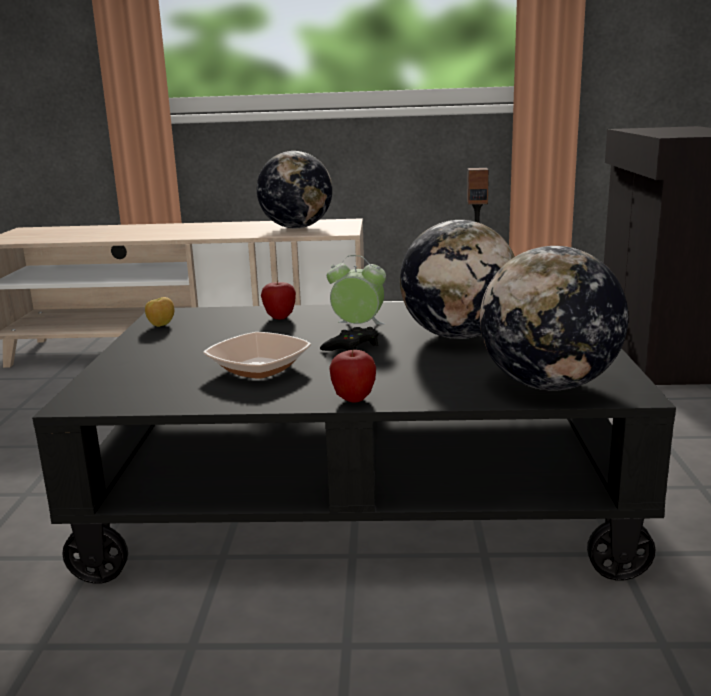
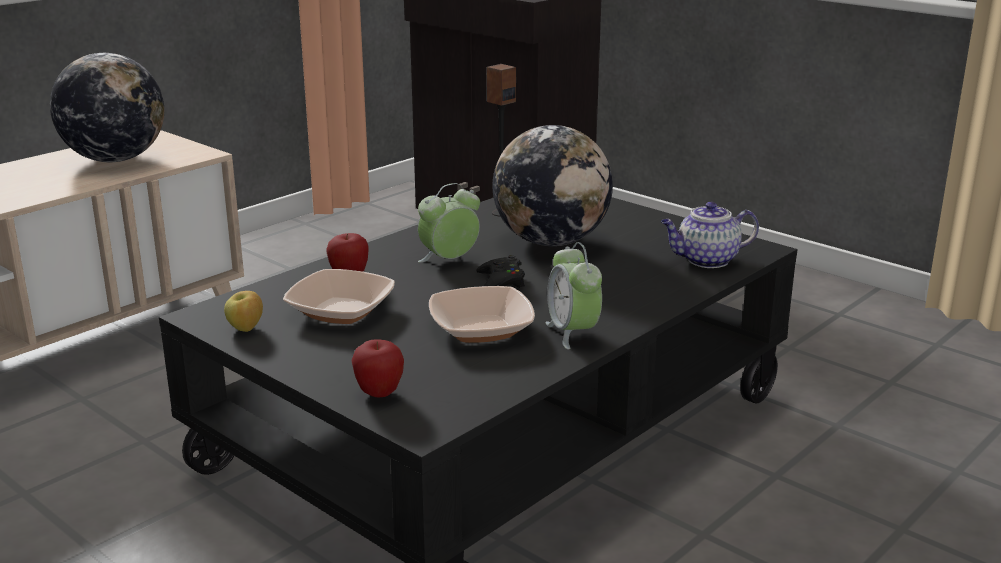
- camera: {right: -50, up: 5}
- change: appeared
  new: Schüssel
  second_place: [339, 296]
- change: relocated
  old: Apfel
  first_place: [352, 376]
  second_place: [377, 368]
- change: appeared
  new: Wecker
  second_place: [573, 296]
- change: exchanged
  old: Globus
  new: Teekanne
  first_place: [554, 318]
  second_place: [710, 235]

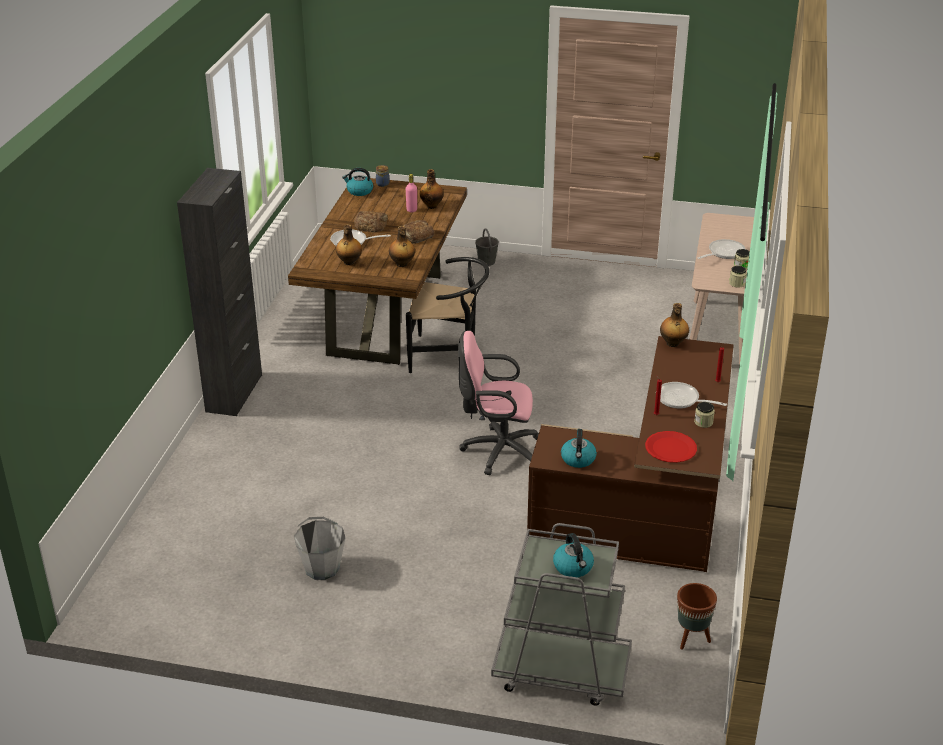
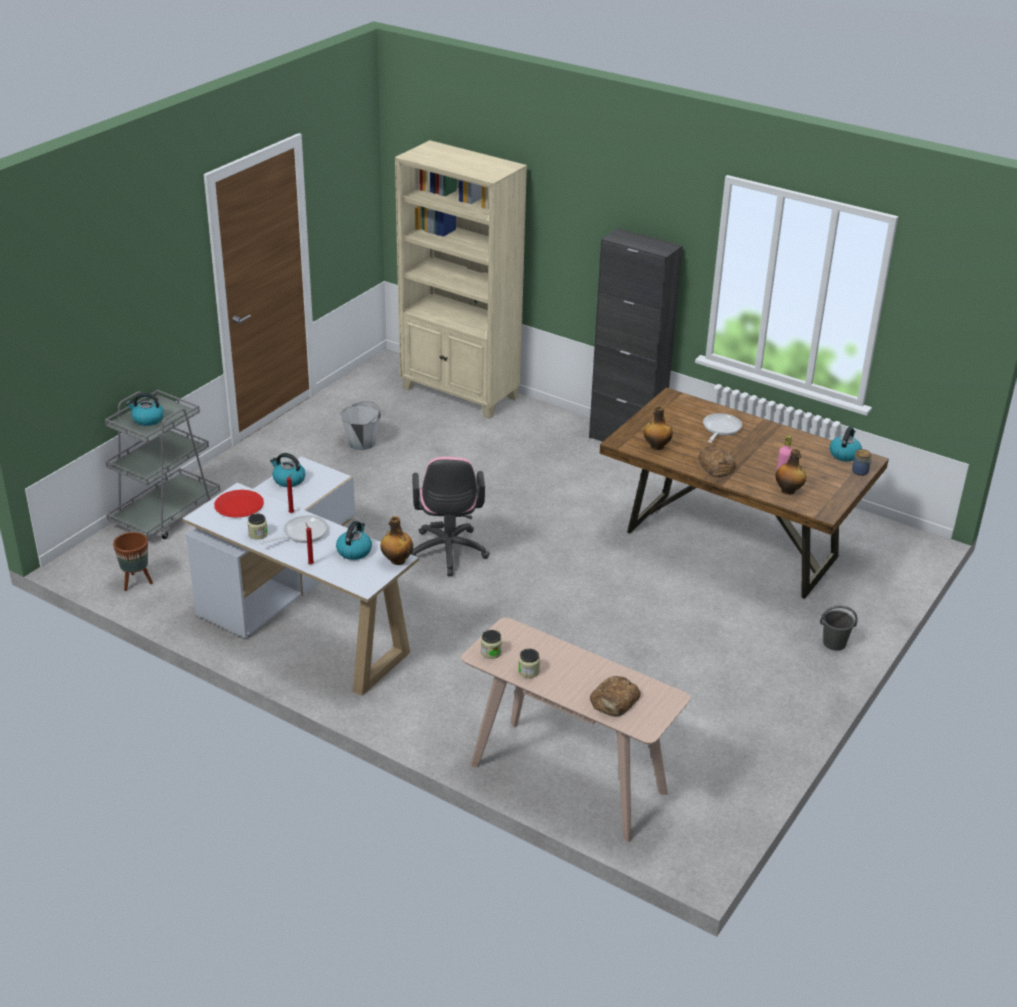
- camera: {right: 110, up: 0}
- change: colour
  old: Schreibtisch/braun
  new: Schreibtisch/weiß
  first_place: [630, 454]
  second_place: [301, 576]
- change: appeared
  new: Wasserkessel
  second_place: [354, 540]
- change: appeared
  new: Bücherregal/beige
  second_place: [461, 279]
- change: spun
  old: Bürostuhl/rosa
  first_place: [498, 403]
  second_place: [450, 516]
  degrees: 150
- change: relocated
  old: Brot
  first_place: [371, 221]
  second_place: [615, 696]
- change: missing
  old: Flasche
  first_place: [349, 244]
- change: missing
  old: Stuhl/schwarz
  first_place: [448, 315]
- change: missing
  old: Pfanne
  first_place: [721, 249]

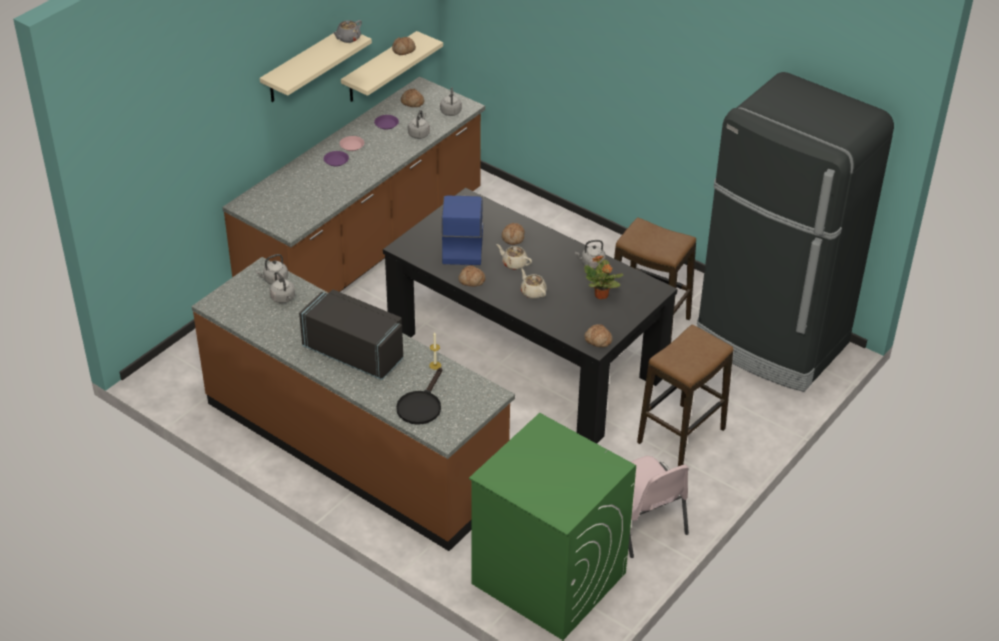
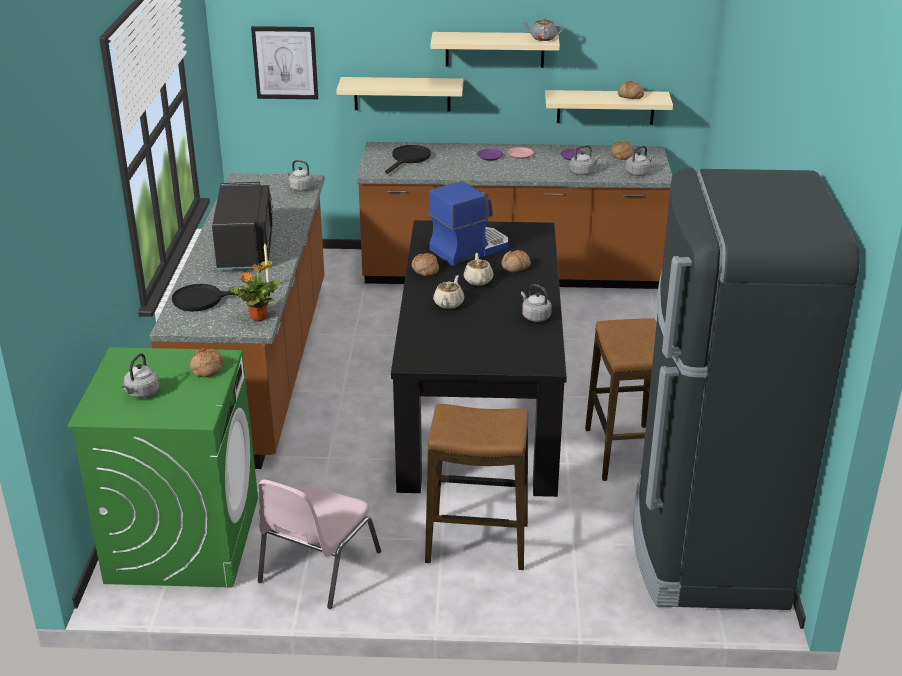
- camera: {right: 55, up: -10}
- change: relocated
  old: Wasserkessel/grau
  first_place: [282, 287]
  second_place: [141, 375]
- change: relocated
  old: Brot
  first_place: [598, 335]
  second_place: [206, 362]
- change: relocated
  old: Topfpflanze
  first_place: [604, 277]
  second_place: [254, 292]
- change: appeared
  new: Bild
  second_place: [284, 62]
- change: appeared
  new: Wandregal/beige
  second_place: [399, 94]
- change: appeared
  new: Pfanne/schwarz
  second_place: [408, 159]

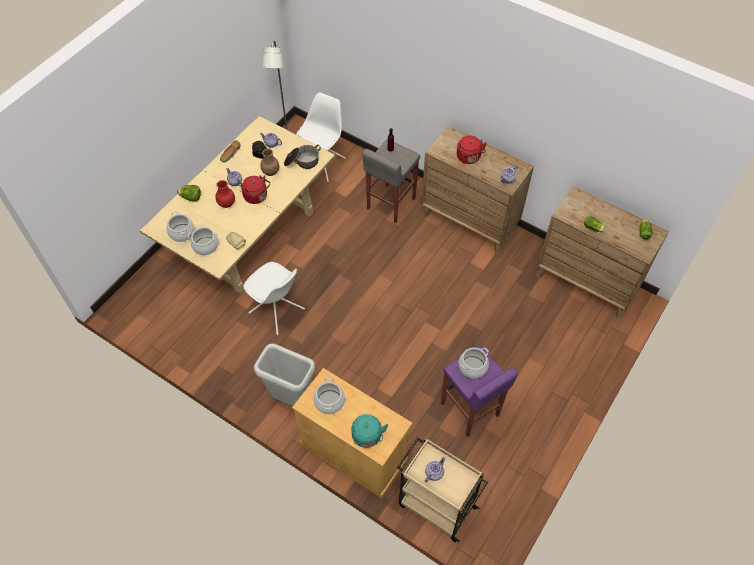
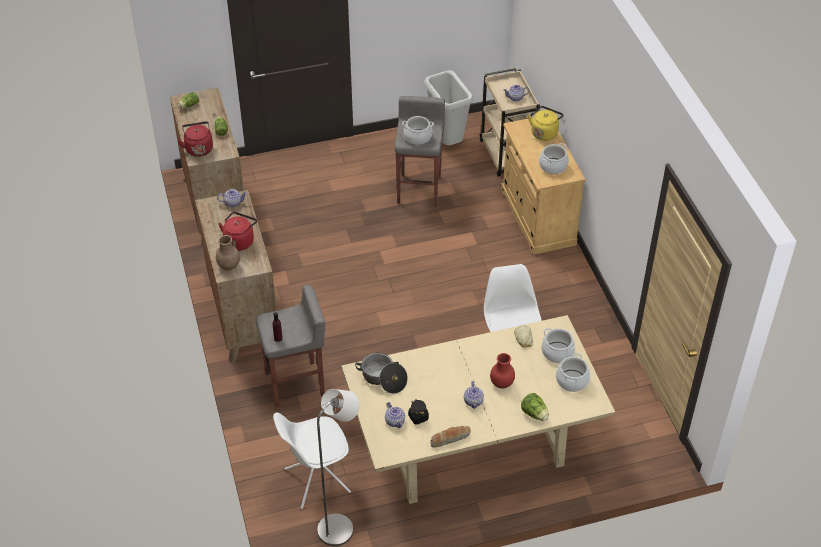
- camera: {right: -140, up: -10}
- change: relocated
  old: Wasserkessel/rot
  first_place: [255, 189]
  second_place: [195, 139]
- change: relocated
  old: Vase/braun
  first_place: [269, 162]
  second_place: [228, 252]
- change: colour
  old: Hocker/lila
  new: Hocker/grau
  first_place: [479, 391]
  second_place: [420, 151]
- change: relocated
  old: Mülleimer/grau
  first_place: [284, 374]
  second_place: [448, 107]
- change: colour
  old: Wasserkessel/türkis
  new: Wasserkessel/gelb
  first_place: [370, 431]
  second_place: [546, 123]

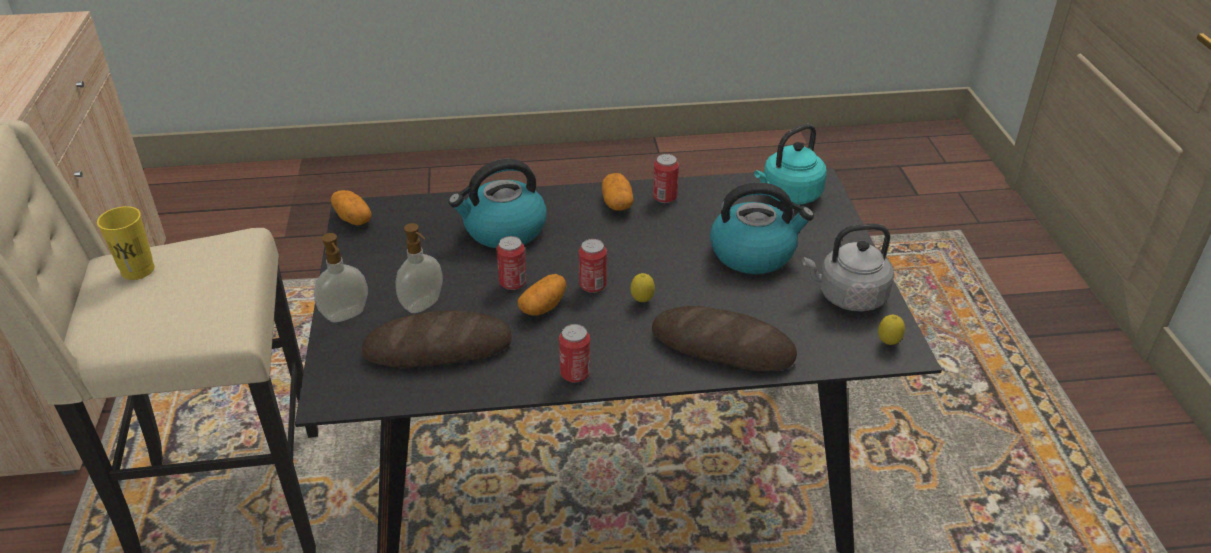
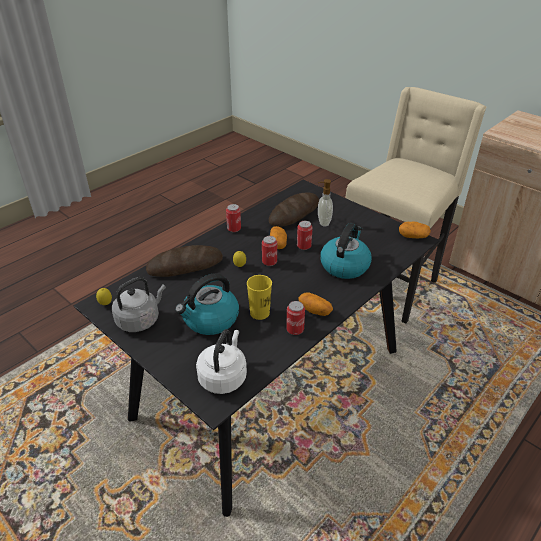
- camera: {right: 140, up: 0}
- change: colour
  old: Wasserkessel/türkis
  new: Wasserkessel/weiß
  first_place: [790, 164]
  second_place: [221, 361]
- change: relocated
  old: Tasse/gelb
  first_place: [126, 243]
  second_place: [259, 297]
- change: missing
  old: Seifenspender
  first_place: [341, 277]

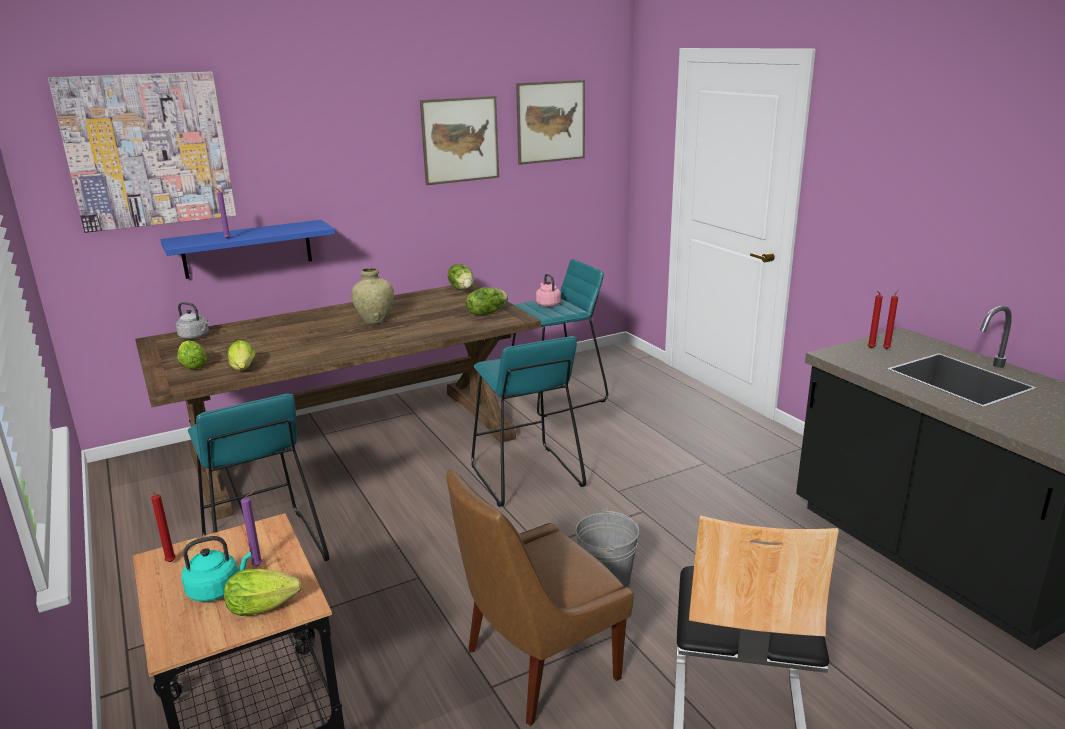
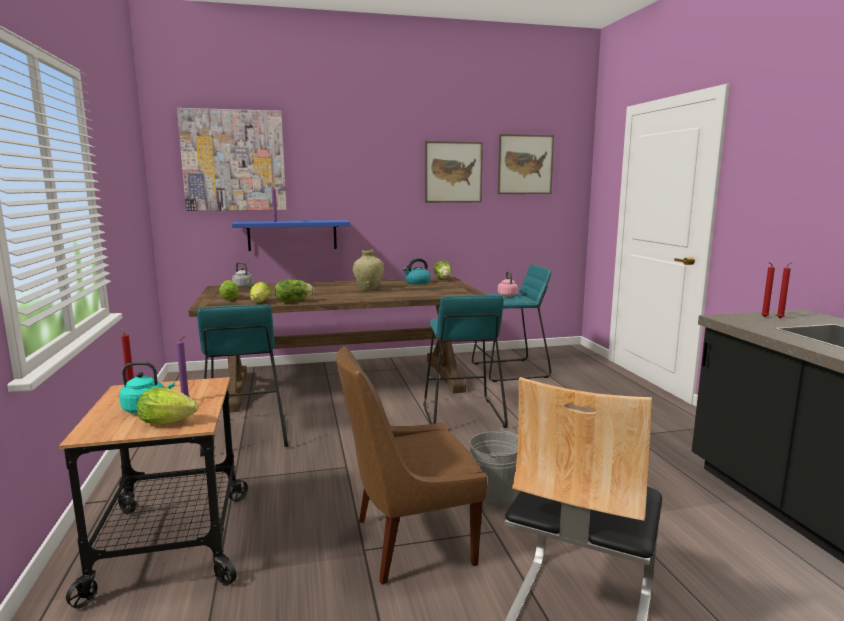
- camera: {right: 15, up: -10}
- change: relocated
  old: Salatkopf
  first_place: [487, 301]
  second_place: [294, 290]
- change: appeared
  new: Wasserkessel
  second_place: [417, 271]

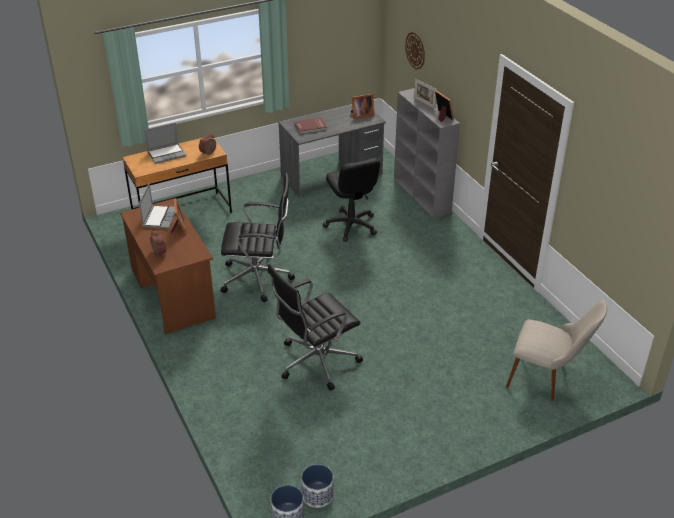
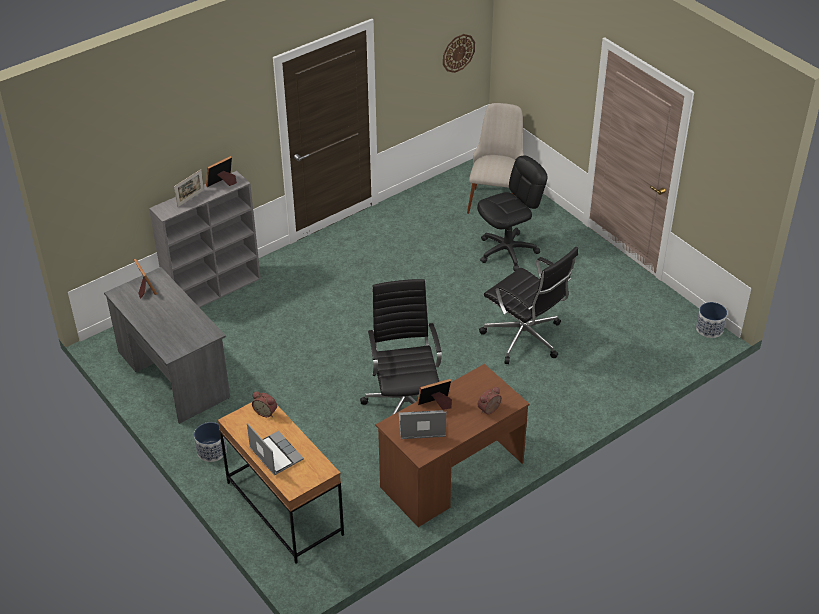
- camera: {right: -100, up: 5}
- change: relocated
  old: Pflanzkübel
  first_place: [317, 486]
  second_place: [210, 442]
- change: relocated
  old: Wanduhr
  first_place: [415, 51]
  second_place: [459, 53]
- change: relocated
  old: Bürostuhl/schwarz
  first_place: [352, 200]
  second_place: [512, 213]
- change: missing
  old: Buch/rot
  first_place: [310, 125]

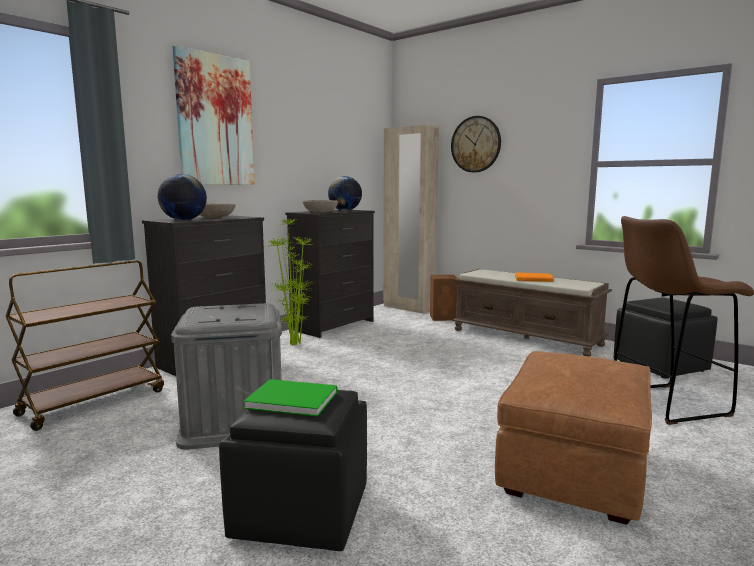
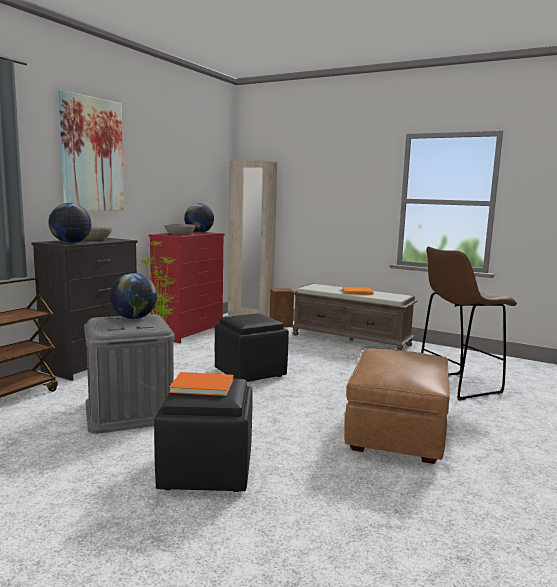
- camera: {right: -10, up: 0}
- change: appeared
  new: Globus
  second_place: [133, 296]
- change: colour
  old: Kommode/schwarz
  new: Kommode/rot
  first_place: [330, 274]
  second_place: [187, 287]
- change: colour
  old: Buch/grün
  new: Buch/orange
  first_place: [290, 398]
  second_place: [201, 384]
- change: relocated
  old: Polsterhocker/schwarz
  first_place: [666, 338]
  second_place: [252, 347]
- change: missing
  old: Wanduhr
  first_place: [476, 144]

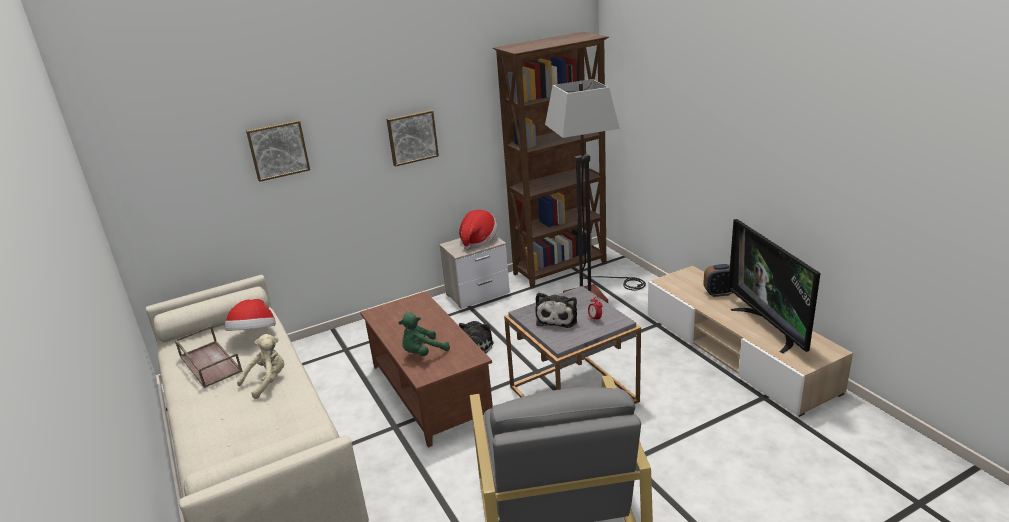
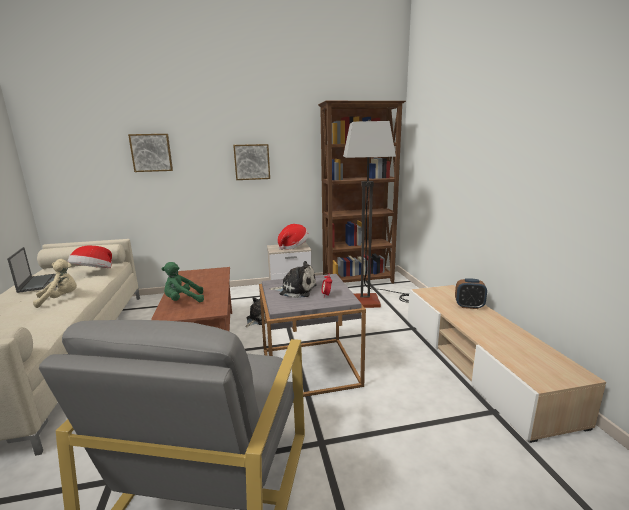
- camera: {right: 15, up: -10}
- change: exchanged
  old: Tablett/braun
  new: Laptop
  first_place: [209, 356]
  second_place: [37, 270]
- change: spun
  old: Plüschtier
  first_place: [556, 310]
  second_place: [293, 279]
  degrees: -105
- change: missing
  old: Fernseher
  first_place: [774, 286]

